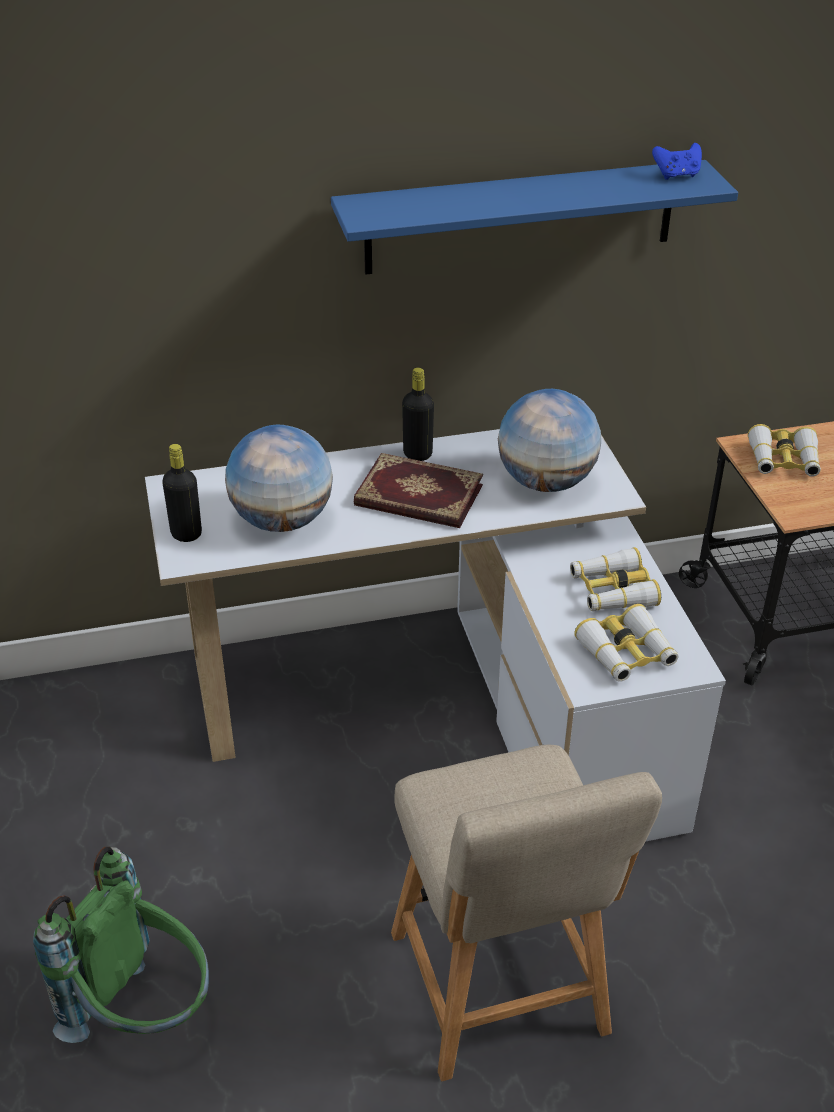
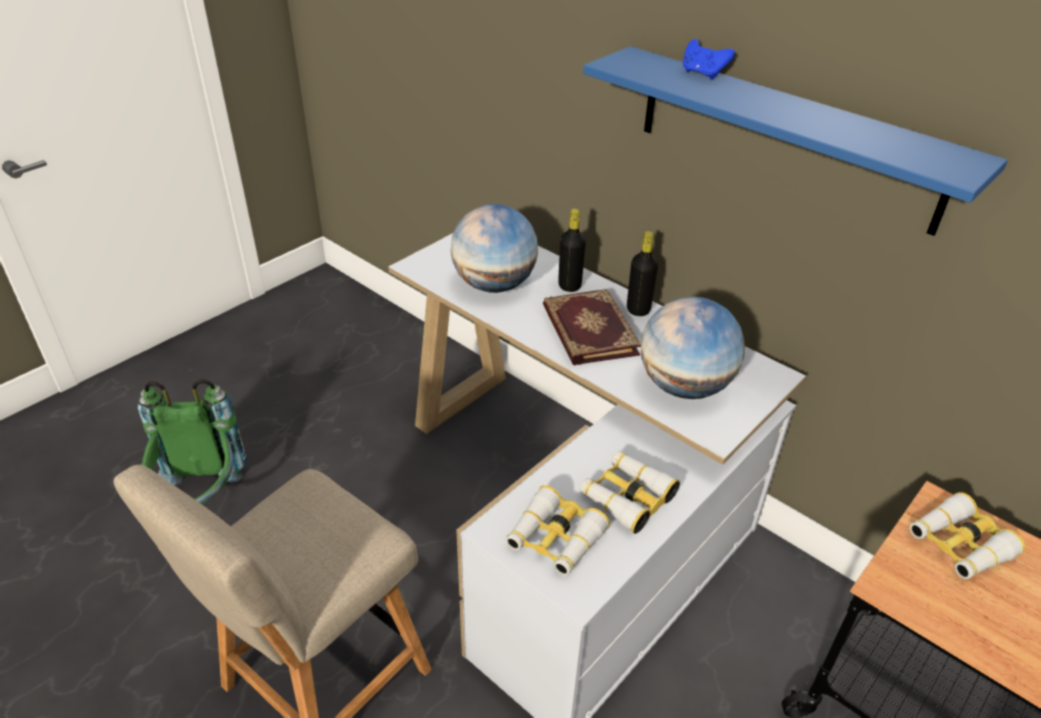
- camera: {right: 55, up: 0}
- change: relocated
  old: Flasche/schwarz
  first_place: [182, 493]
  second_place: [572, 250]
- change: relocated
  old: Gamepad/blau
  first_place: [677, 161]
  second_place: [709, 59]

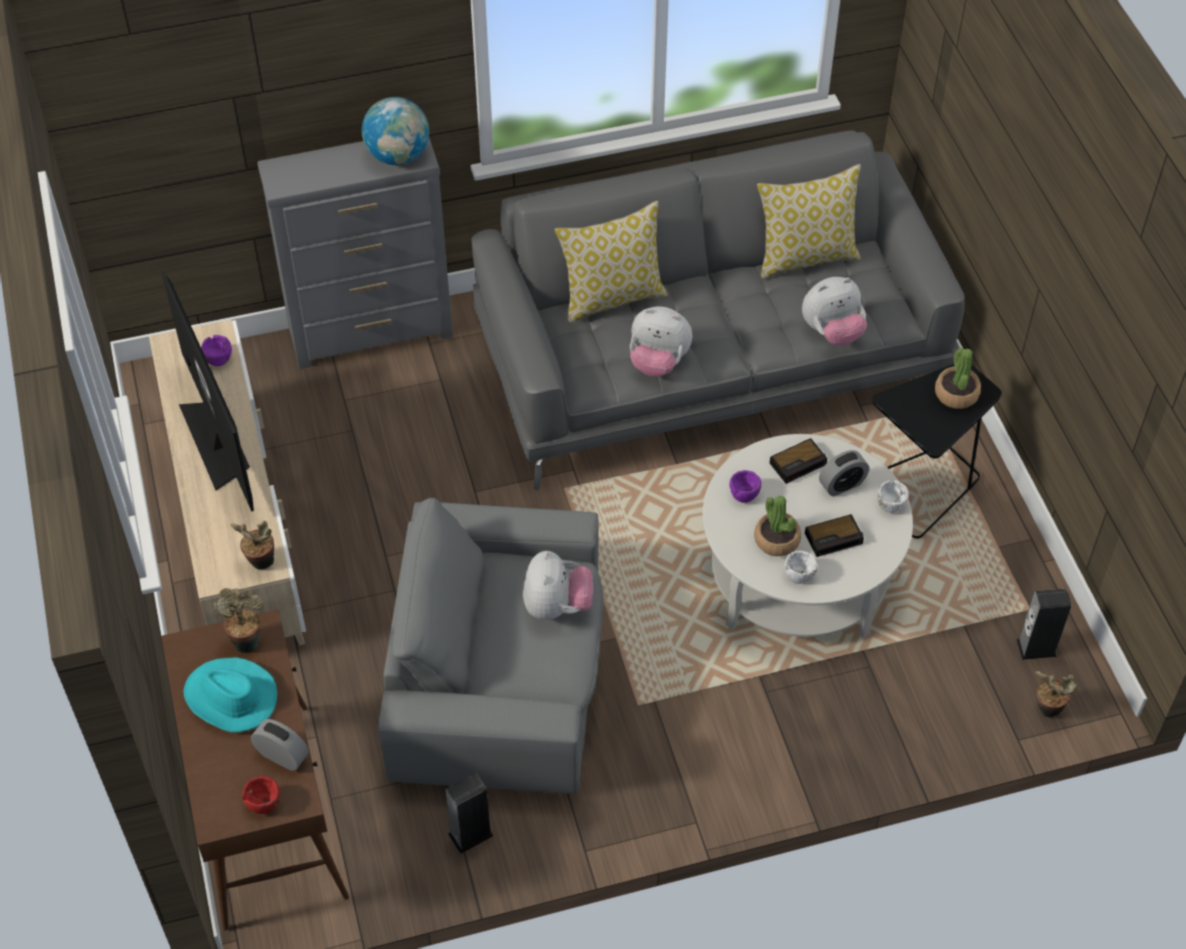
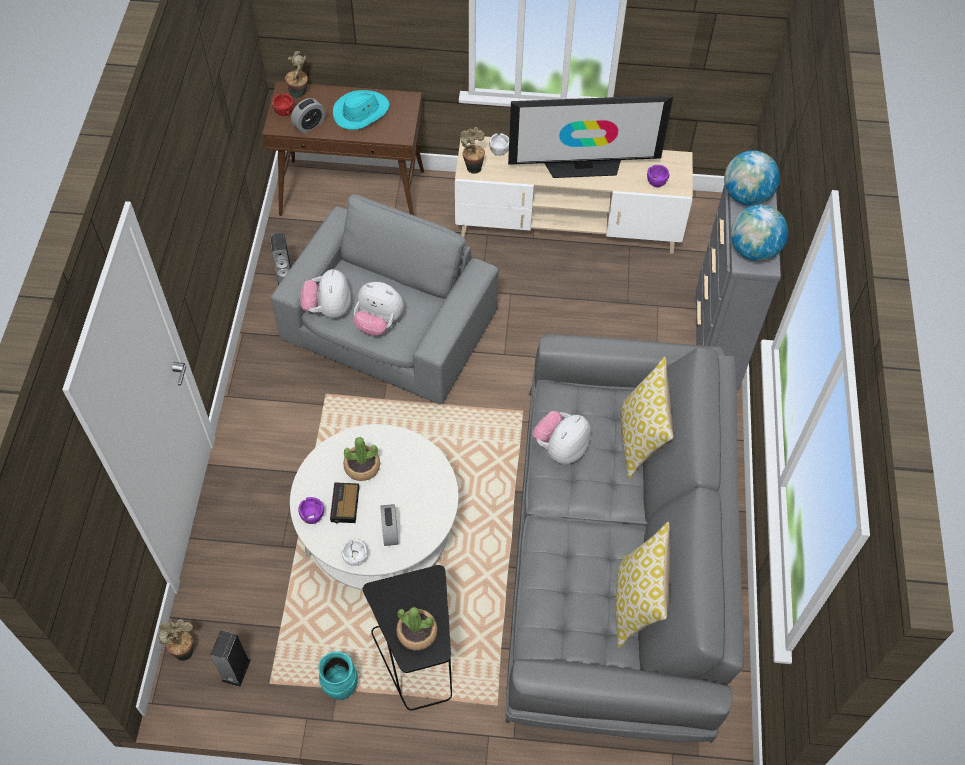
- camera: {right: 110, up: 5}
- change: relocated
  old: Topfpflanze
  first_place: [239, 621]
  second_place: [296, 74]
- change: relocated
  old: Schüssel/lila
  first_place: [745, 486]
  second_place: [311, 510]
- change: relocated
  old: Plüschtier
  first_place: [834, 311]
  second_place: [326, 293]
- change: appeared
  new: Vase/türkis
  second_place: [338, 675]
- change: relocated
  old: Schüssel/weiß
  first_place: [800, 567]
  second_place: [499, 144]
- change: appeared
  new: Globus
  second_place: [752, 178]
- change: missing
  old: Wecker
  first_place: [798, 461]

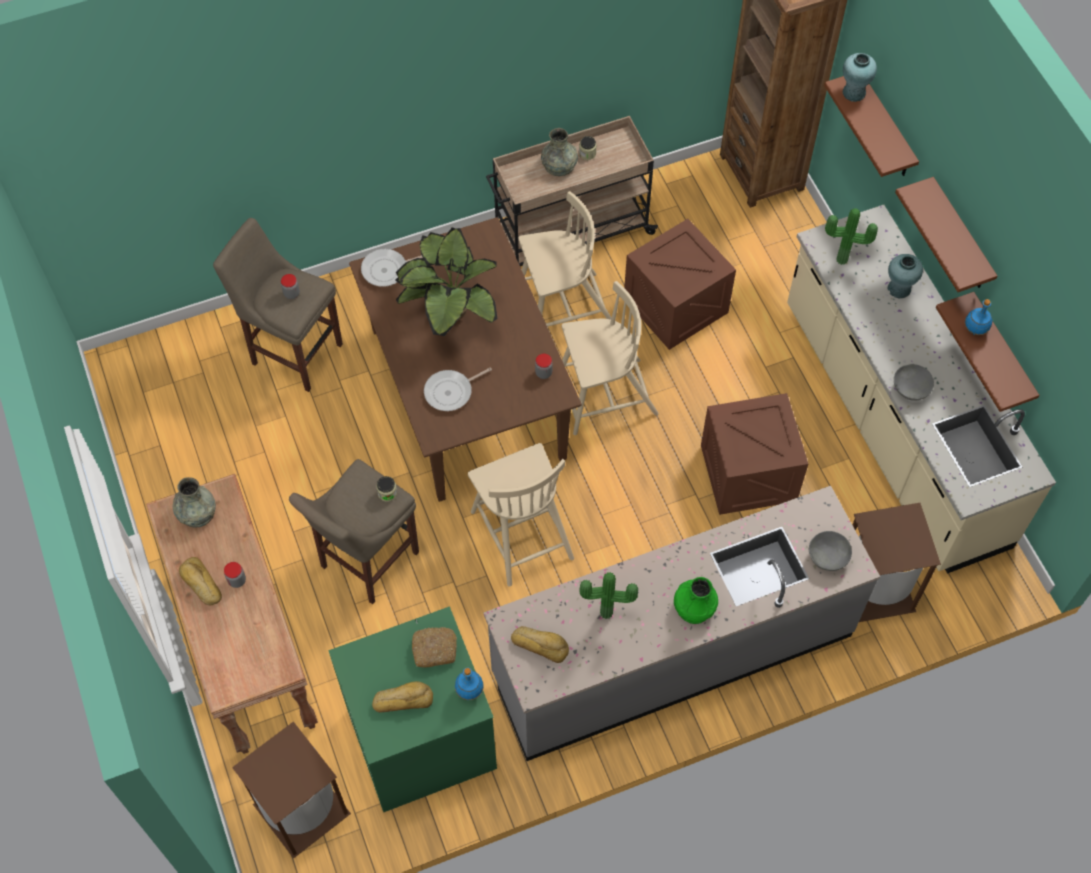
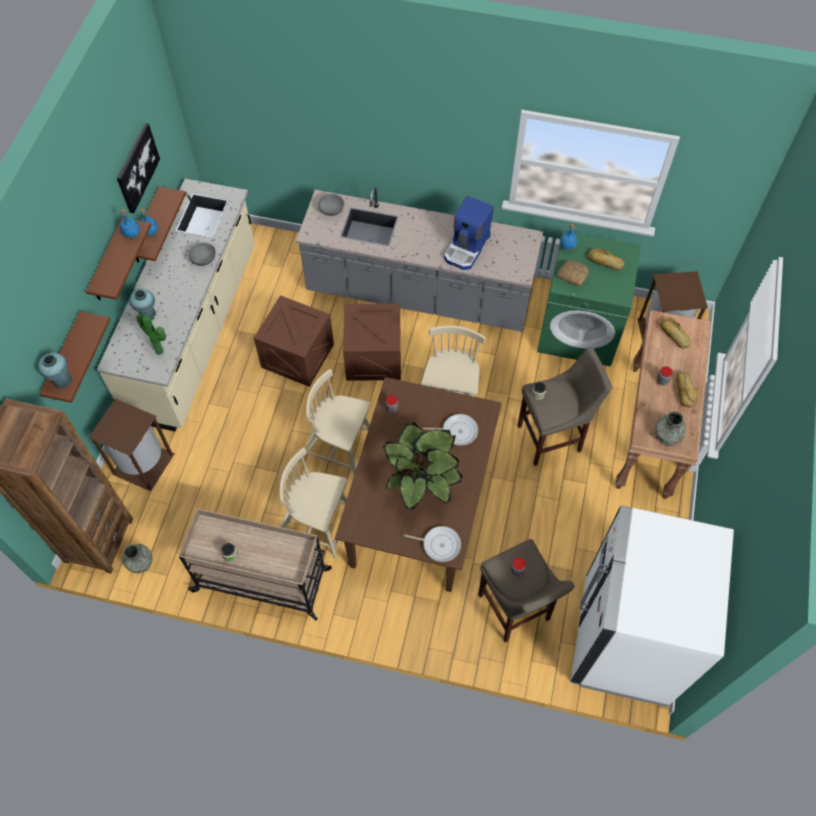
- camera: {right: -145, up: 0}
- change: relocated
  old: Mülleimer/braun
  first_place: [897, 562]
  second_place: [131, 445]
- change: appeared
  new: Bild
  second_place: [138, 168]
- change: appeared
  new: Flasche/blau
  second_place: [130, 224]
- change: relocated
  old: Vase/grau
  first_place: [559, 152]
  second_place: [138, 558]
- change: relocated
  old: Kiste
  first_place: [680, 284]
  second_place: [372, 342]
- change: exchanged
  old: Topfpflanze
  new: Kaffeemaschine
  first_place: [608, 595]
  second_place: [469, 233]
- change: appeared
  new: Kühlschrank/weiß
  second_place: [652, 606]
- change: relocated
  old: Brot
  first_place: [540, 644]
  second_place: [675, 333]
- change: missing
  old: Vase/grün
  first_place: [696, 600]

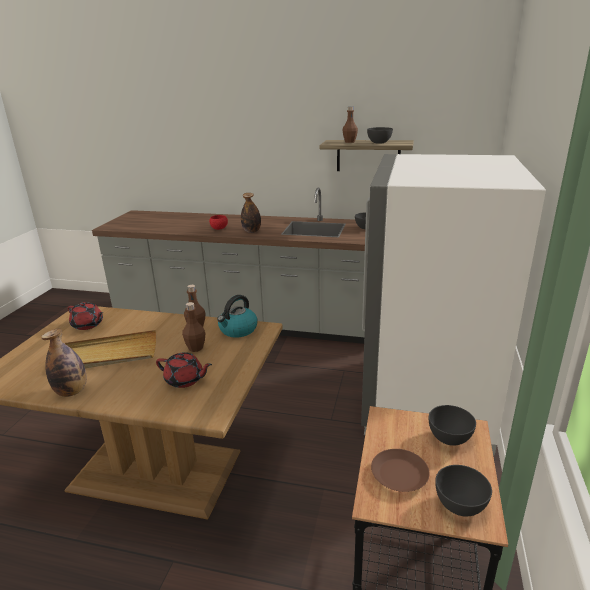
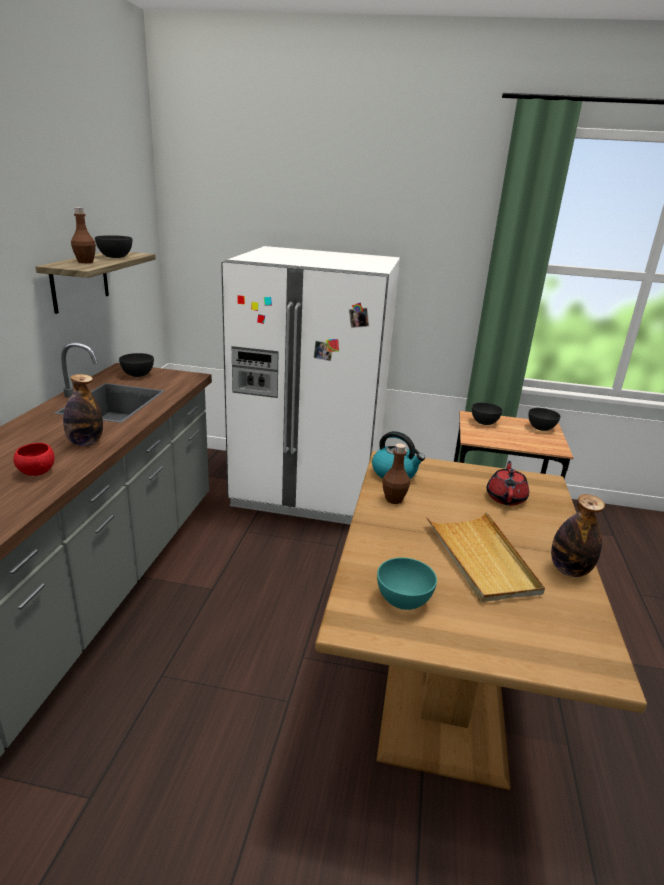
- camera: {right: -95, up: 0}
- change: exchanged
  old: Teekanne/rot
  new: Schüssel/türkis
  first_place: [85, 316]
  second_place: [407, 584]
- change: missing
  old: Flasche/braun
  first_place: [193, 327]
- change: missing
  old: Teller/braun
  first_place: [400, 470]

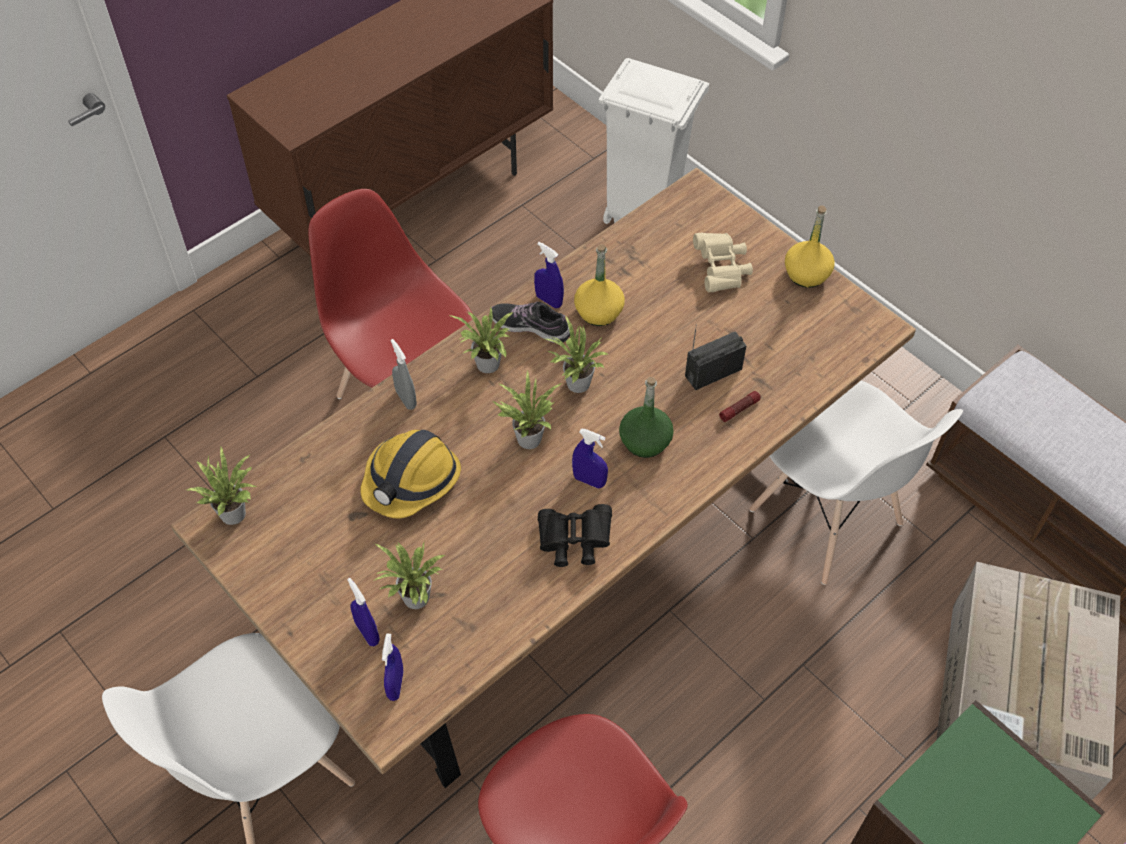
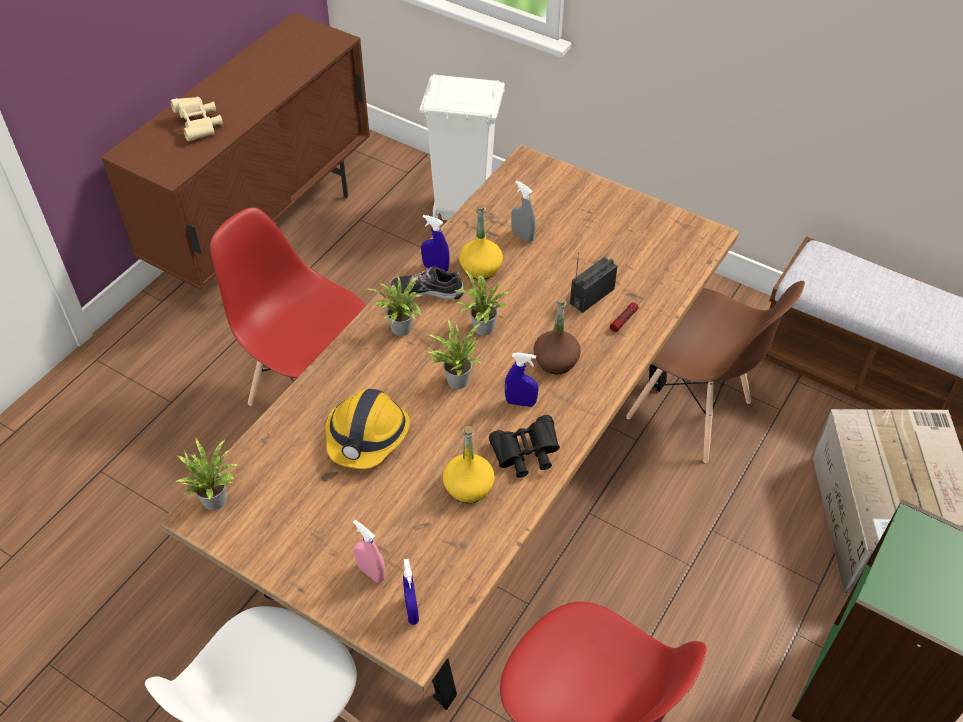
- camera: {right: -15, up: -5}
- change: relocated
  old: Fernglas/beige
  first_place: [723, 262]
  second_place: [197, 119]
- change: colour
  old: Sprühflasche/blau
  new: Sprühflasche/rosa
  first_place: [363, 612]
  second_place: [369, 551]
- change: relocated
  old: Flasche/gelb
  first_place: [810, 246]
  second_place: [469, 464]
- change: relocated
  old: Sprühflasche/grau
  first_place: [404, 374]
  second_place: [523, 211]
- change: colour
  old: Flasche/grün
  new: Flasche/braun
  first_place: [646, 417]
  second_place: [557, 336]
- change: colour
  old: Stuhl/weiß
  new: Stuhl/braun
  first_place: [856, 483]
  second_place: [715, 372]
- change: missing
  old: Topfpflanze
  first_place: [409, 575]

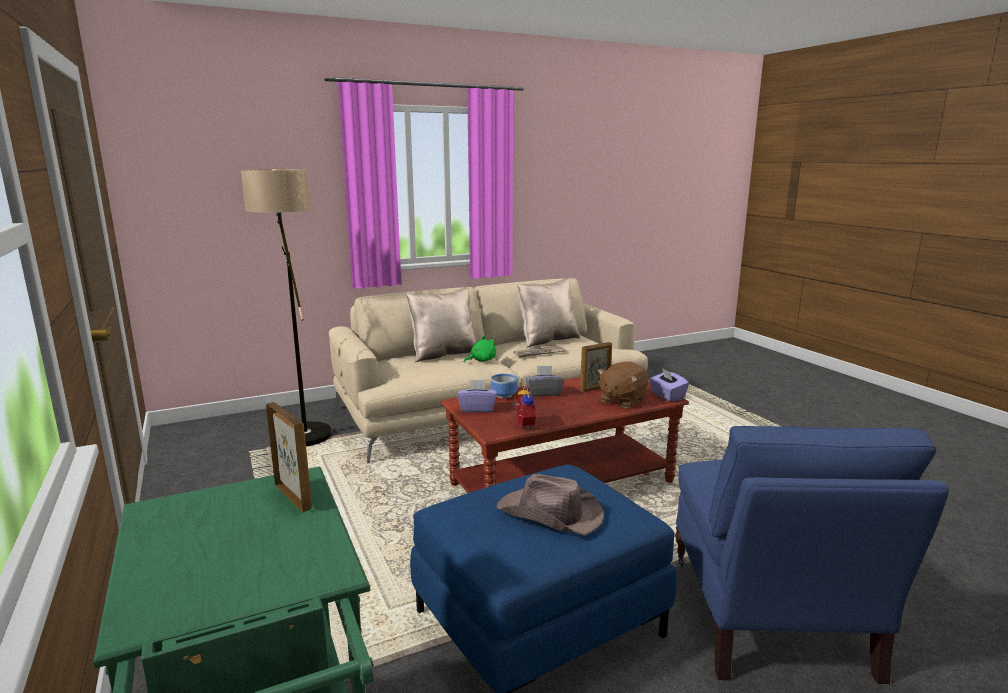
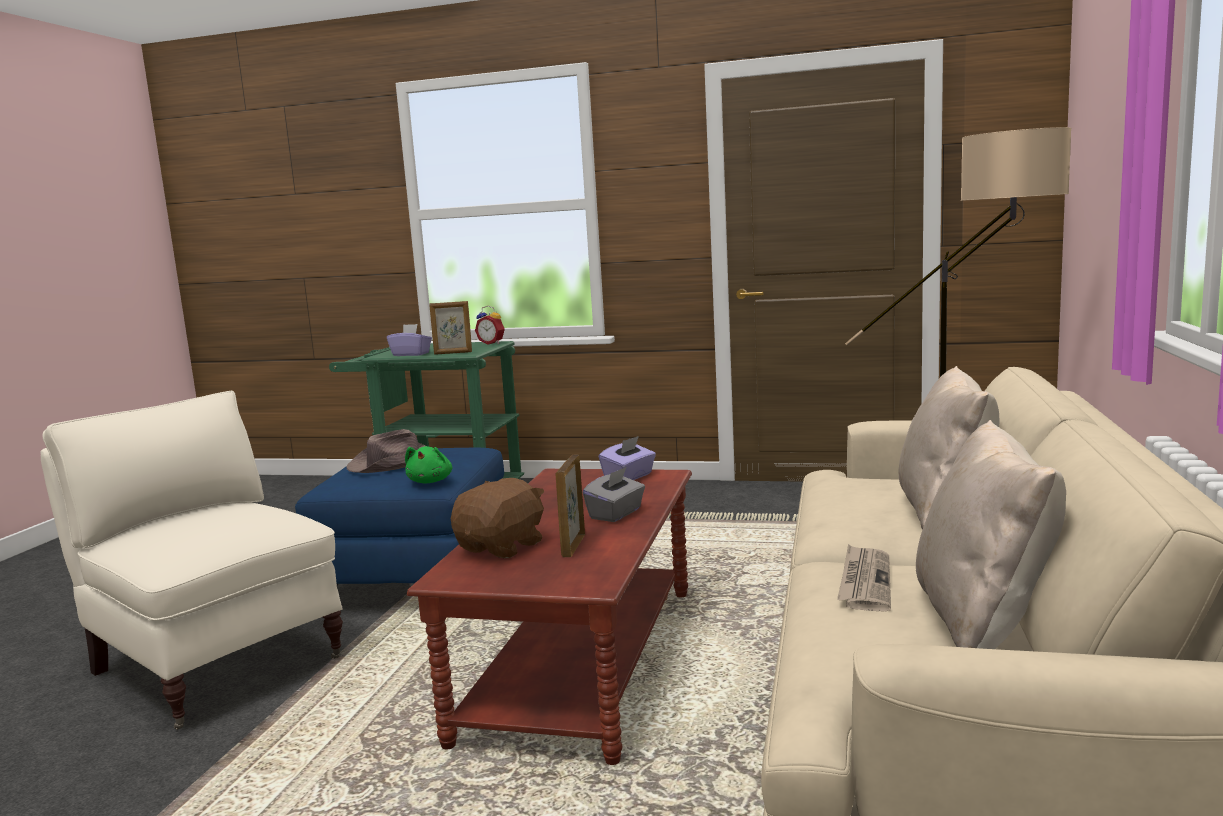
- camera: {right: 130, up: -5}
- change: colour
  old: Sessel/blau
  new: Sessel/beige
  first_place: [812, 555]
  second_place: [192, 560]
- change: relocated
  old: Taschentuchbox/lila
  first_place: [669, 385]
  second_place: [409, 340]
- change: relocated
  old: Plüschtier/grün
  first_place: [480, 349]
  second_place: [428, 464]
- change: spun
  old: Plüschtier/braun
  first_place: [622, 384]
  second_place: [497, 518]
  degrees: 45
- change: relocated
  old: Wecker
  first_place: [524, 407]
  second_place: [490, 325]
- change: missing
  old: Schüssel
  first_place: [504, 386]

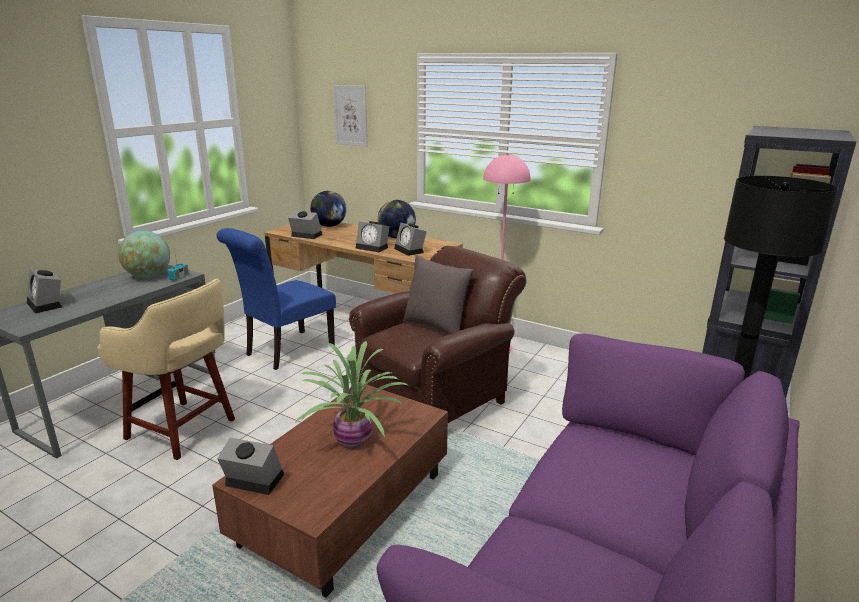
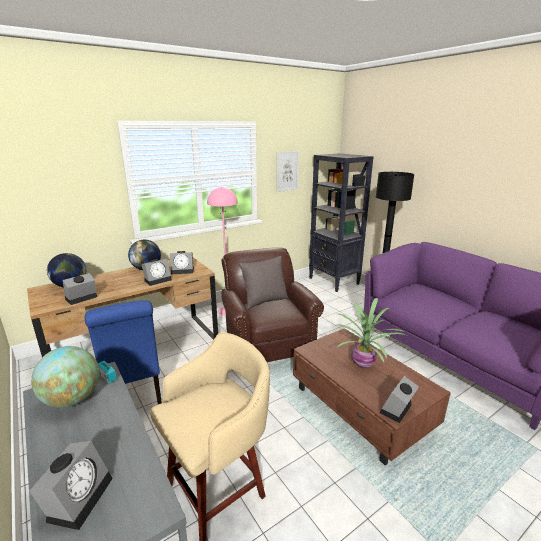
- camera: {right: -65, up: 0}
- change: spun
  old: Wecker
  first_place: [44, 291]
  second_place: [71, 485]
  degrees: -60
- change: relocated
  old: Bild
  first_place: [350, 116]
  second_place: [287, 171]

